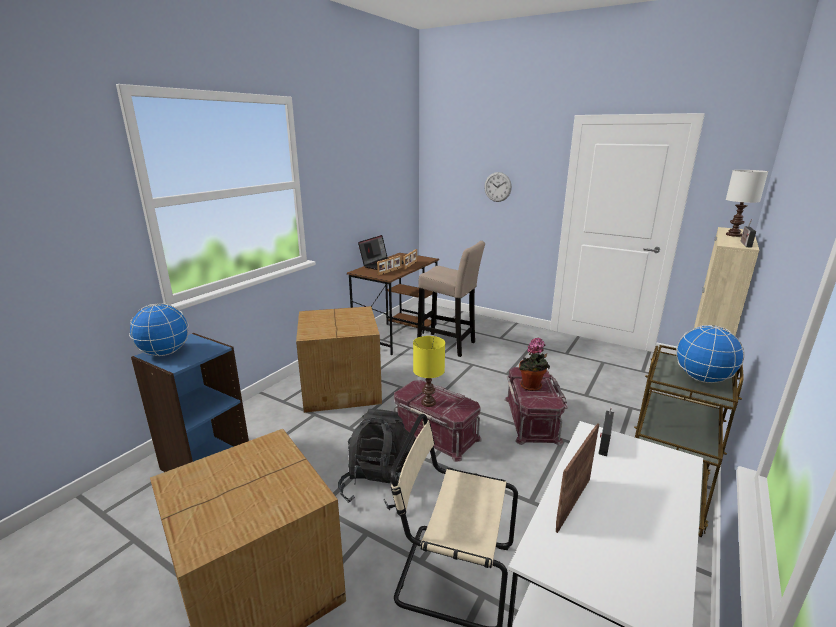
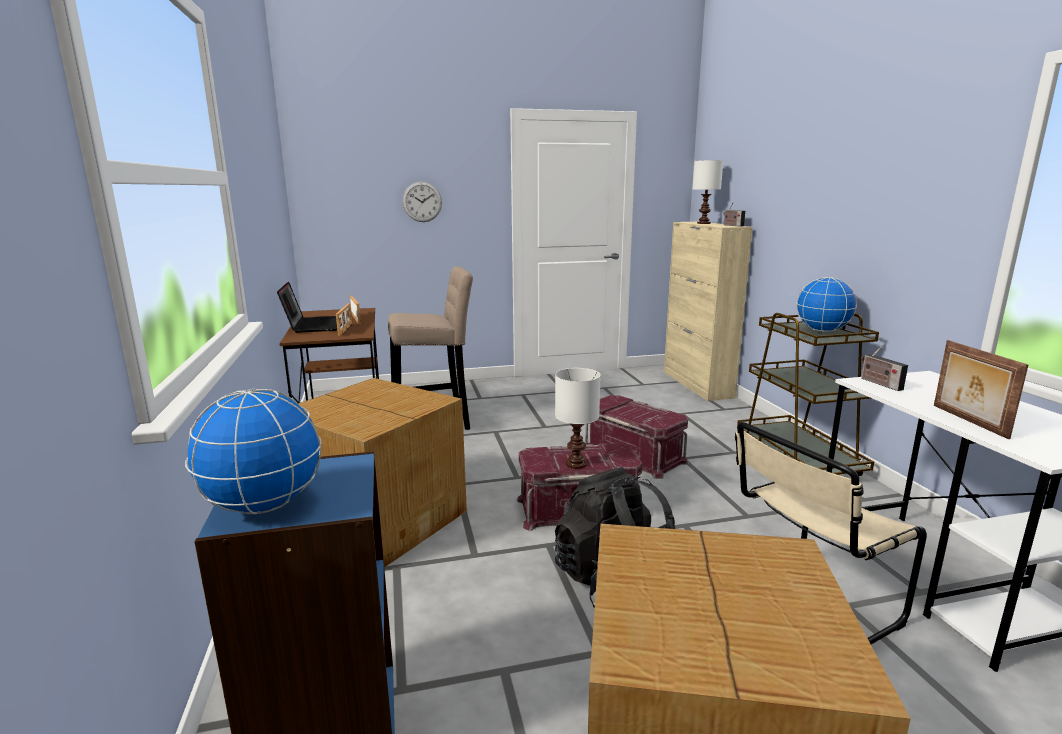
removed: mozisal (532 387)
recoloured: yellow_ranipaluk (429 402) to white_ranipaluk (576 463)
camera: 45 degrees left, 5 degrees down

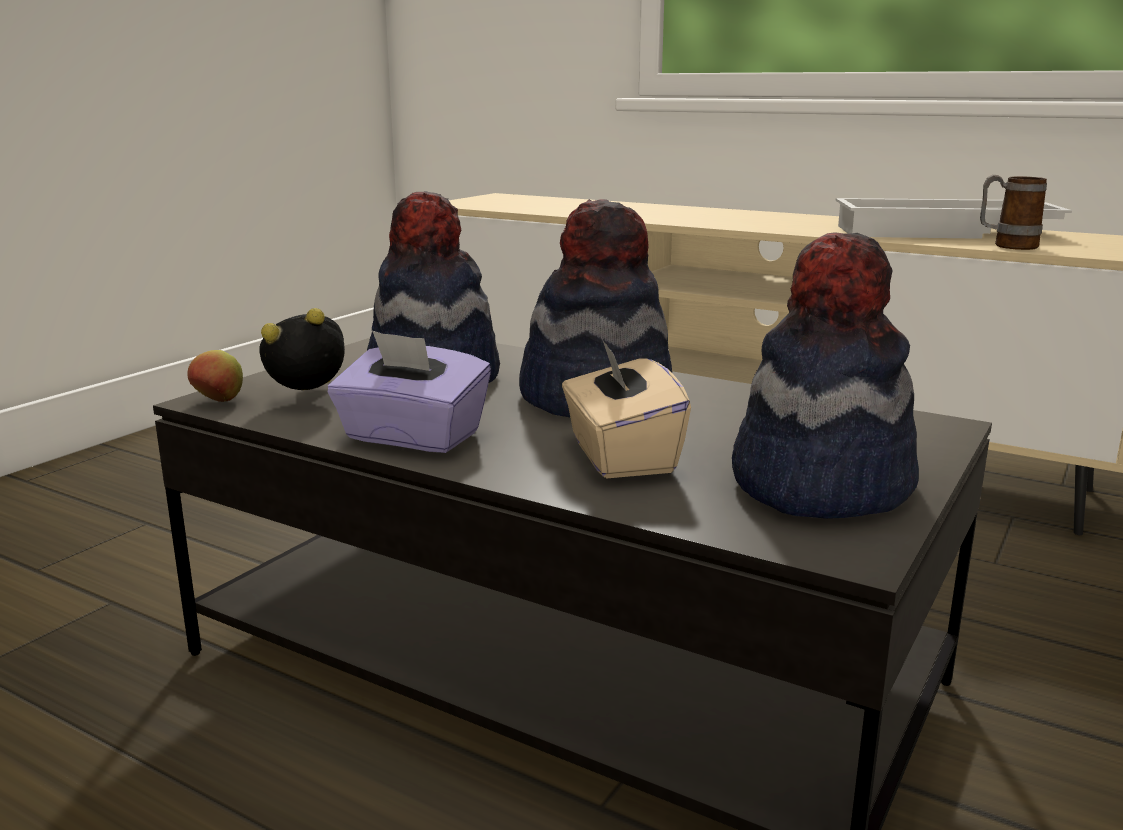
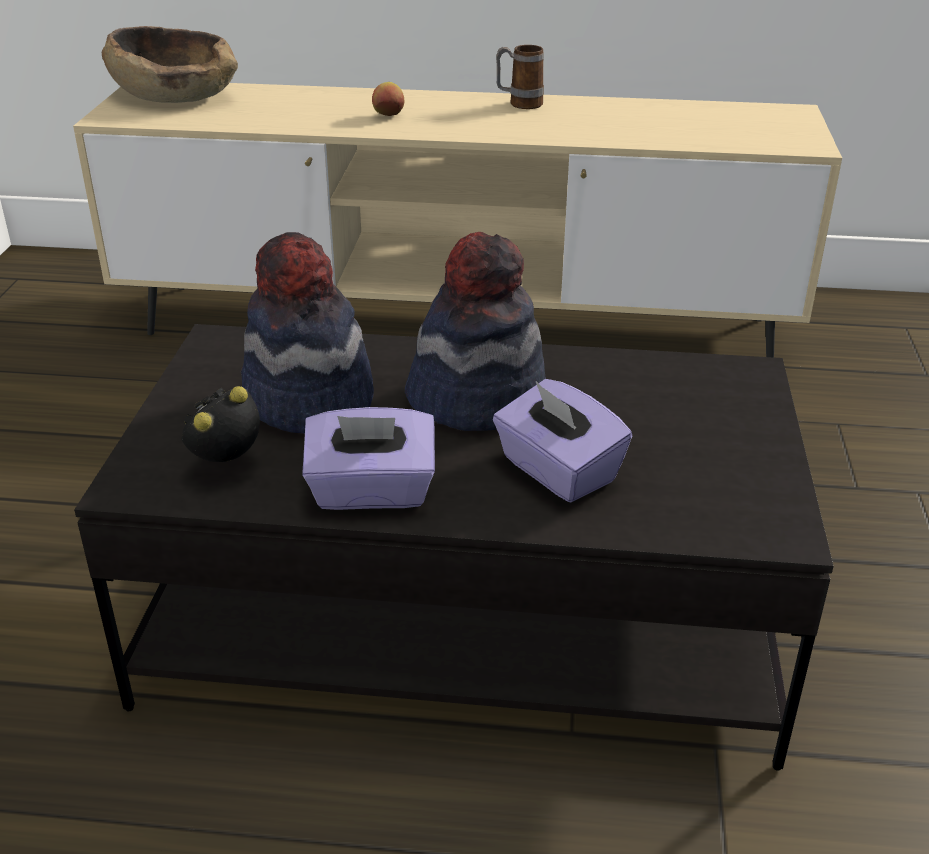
removed: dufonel (819 483); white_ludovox (942 233)
added: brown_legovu (175 95)
moved: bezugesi (219 401) to (389 116); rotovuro (1006 246) to (519 104)
recoloured: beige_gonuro (620 456) to purple_gonuro (557 471)
camera: 25 degrees left, 15 degrees up

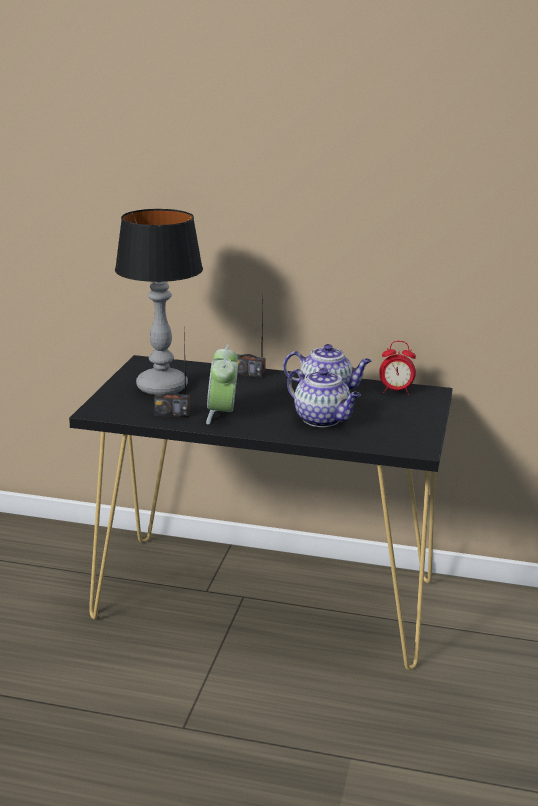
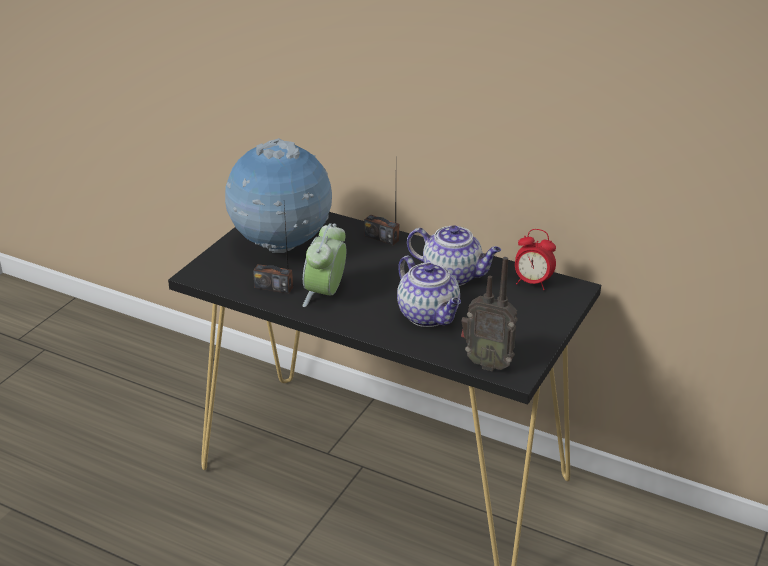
added: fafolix (487 363)
replaced: ranipaluk (162 387) to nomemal (281 247)
camera: 15 degrees right, 10 degrees up

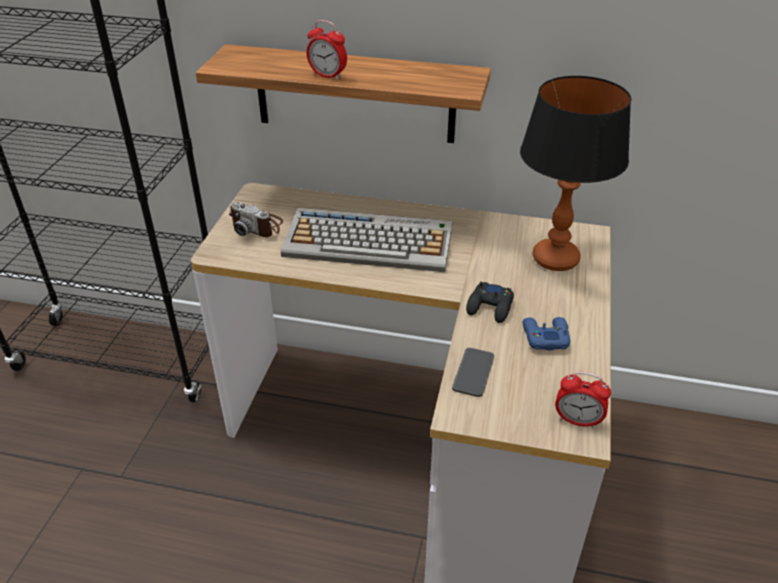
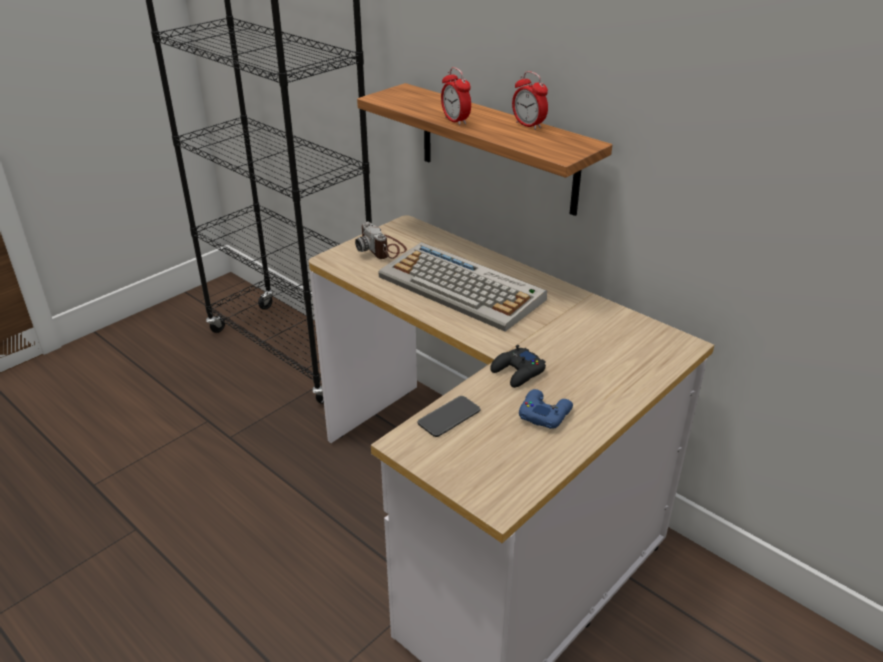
removed: ranipaluk (554 259)
moved: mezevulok (577 420) to (528 125)
camera: 30 degrees right, 5 degrees down

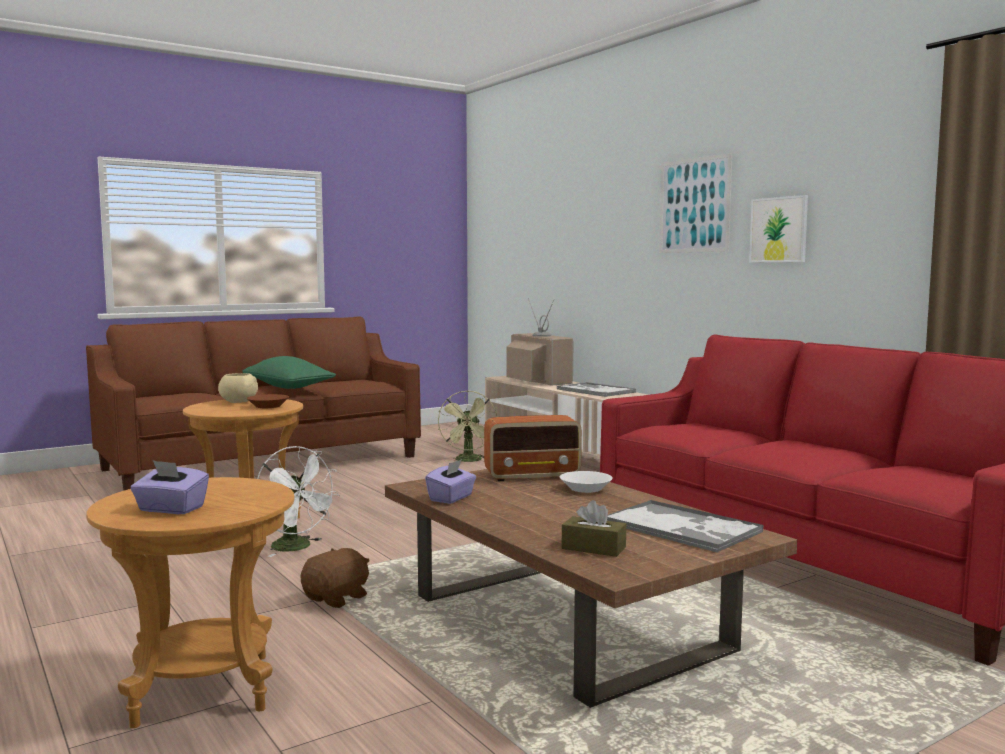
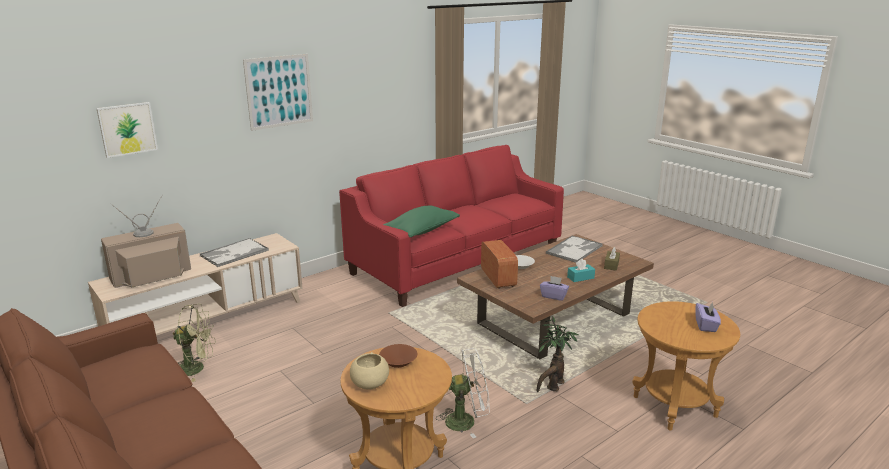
added: turquoise_gonuro (580 277)
moved: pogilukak (778 230) to (127 129); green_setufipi (288 387) to (421 231)
replaced: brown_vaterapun (337 598) to mozisal (552 386)
turned: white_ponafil (297 548) = (466 421) 45 degrees clockwise
camera: 95 degrees left, 15 degrees up

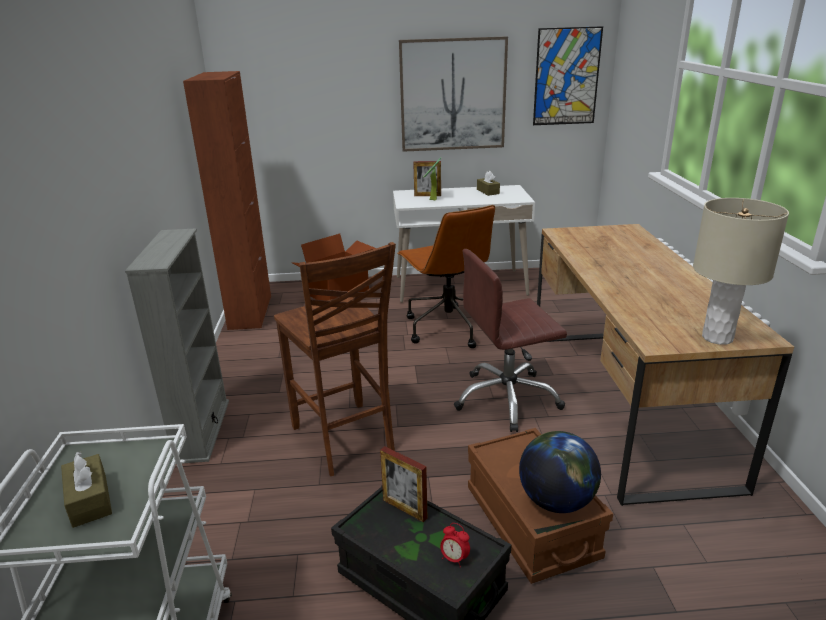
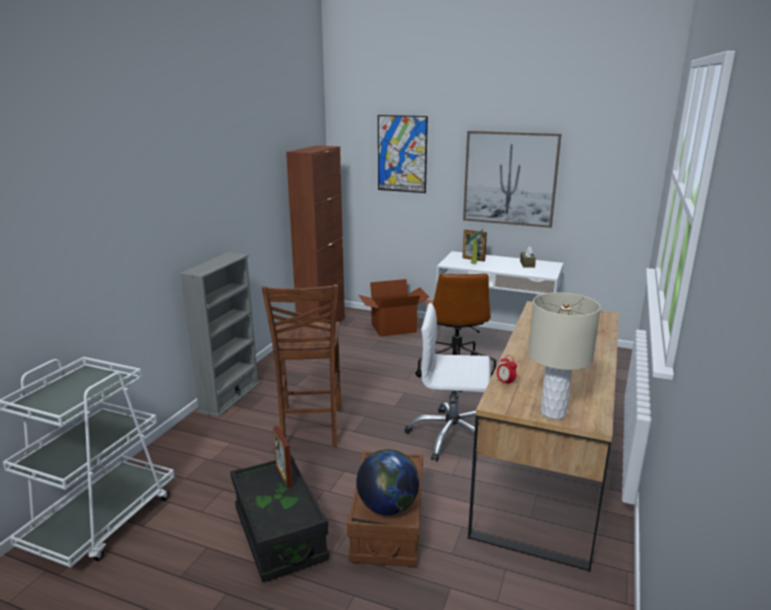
removed: brown_gonuro (89 500)
moved: pogilukak (566 77) to (402 154); mezevulok (454 559) to (505 383)
recoloured: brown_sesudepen (507 399) to white_sesudepen (451 436)
camera: 25 degrees right, 5 degrees down

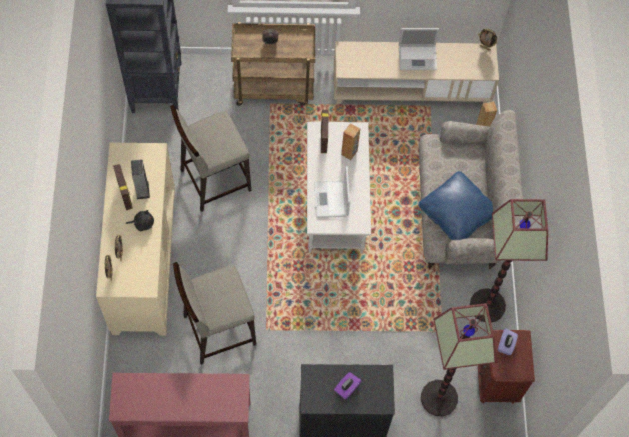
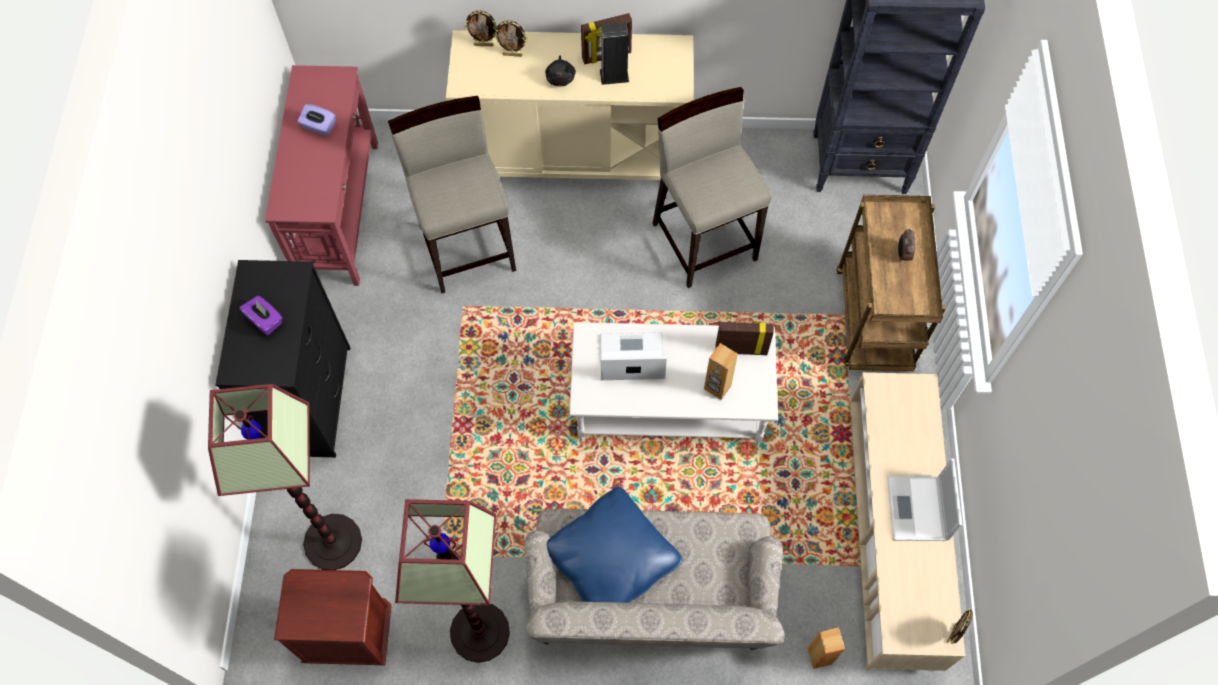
moved: purple_gonuro (506 345) to (319 127)
camera: 95 degrees right, 0 degrees up

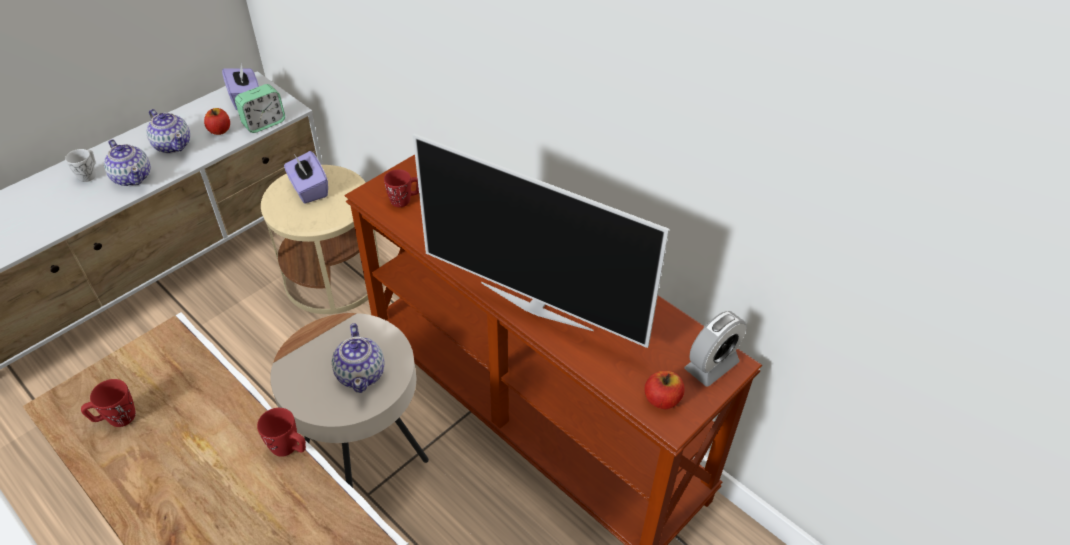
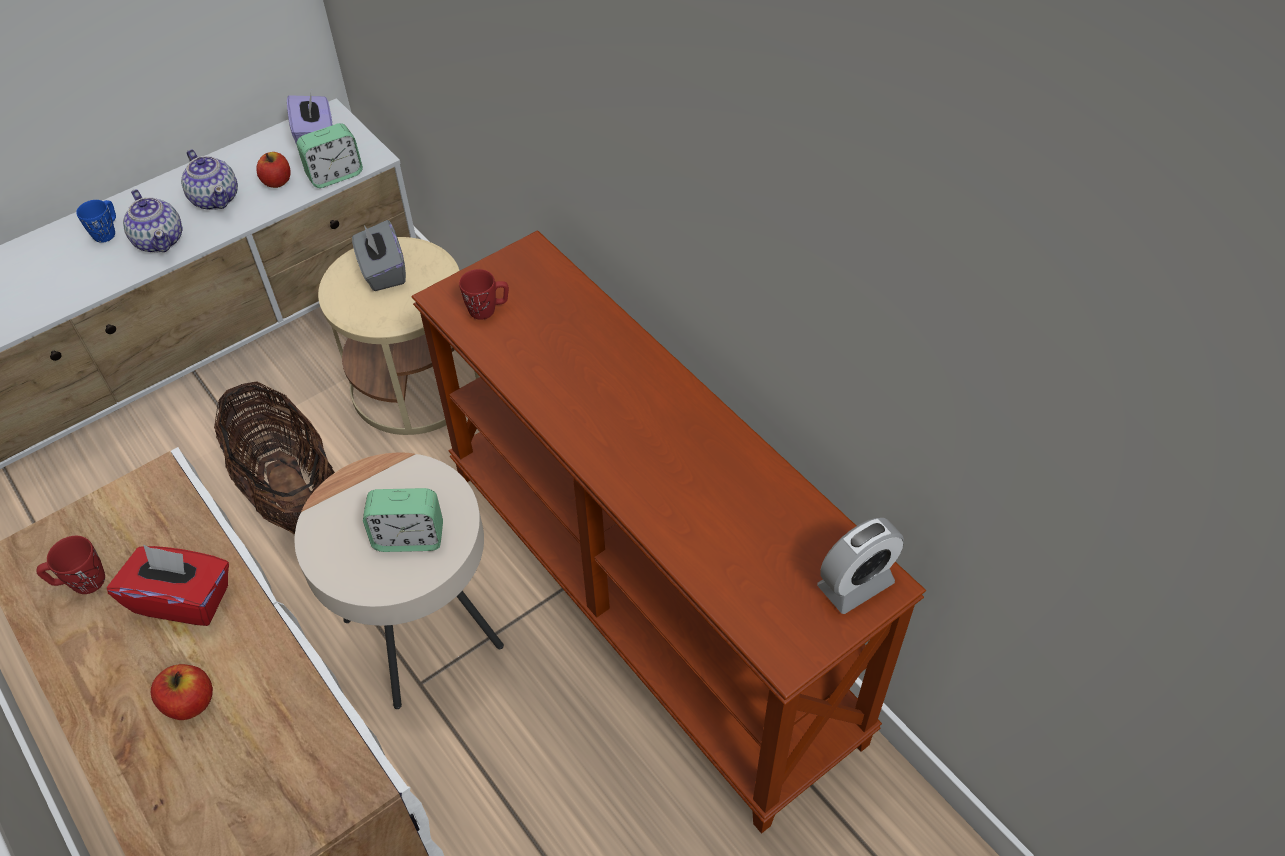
removed: red_rotovuro (289 448); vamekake (537 305)
added: red_gonuro (183 599); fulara (290 492)
moved: bezugesi (662 399) to (190 703)
replaced: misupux (361 373) to mezevulok (409 538)
recoloured: white_rotovuro (89 174) to blue_rotovuro (107 232); purple_gonuro (309 189) to grey_gonuro (383 271)
camera: 10 degrees right, 5 degrees up

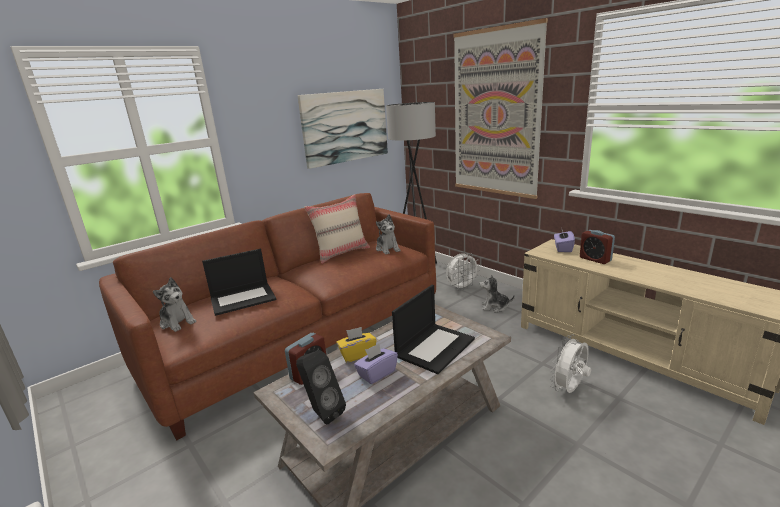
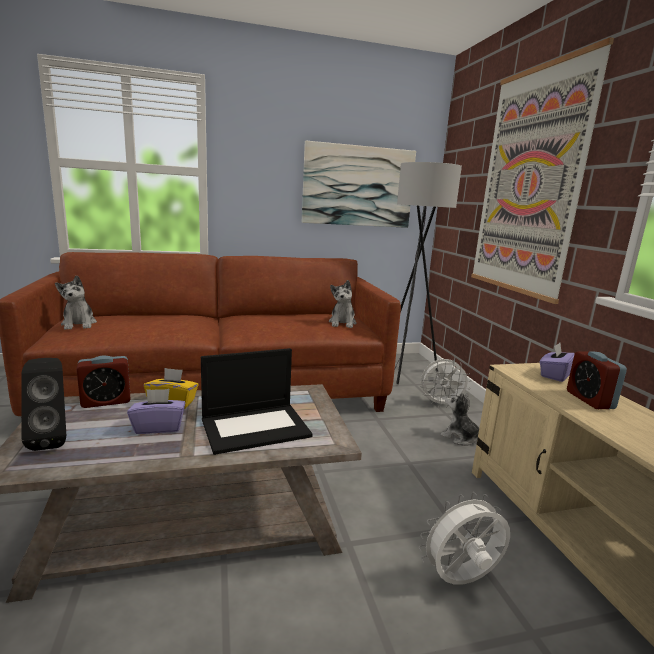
removed: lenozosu (243 298); beige_setufipi (341 253)
camera: 25 degrees right, 5 degrees down

